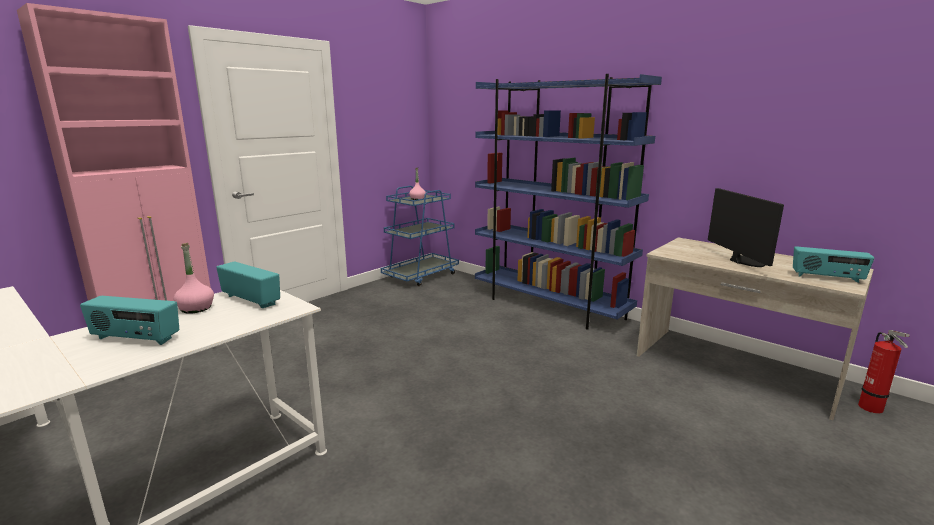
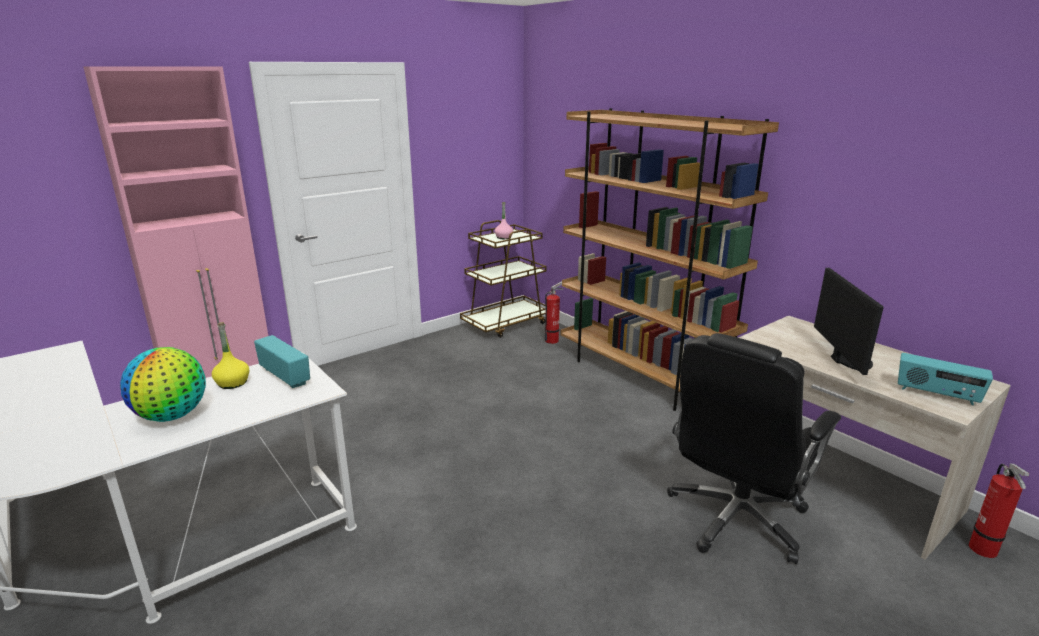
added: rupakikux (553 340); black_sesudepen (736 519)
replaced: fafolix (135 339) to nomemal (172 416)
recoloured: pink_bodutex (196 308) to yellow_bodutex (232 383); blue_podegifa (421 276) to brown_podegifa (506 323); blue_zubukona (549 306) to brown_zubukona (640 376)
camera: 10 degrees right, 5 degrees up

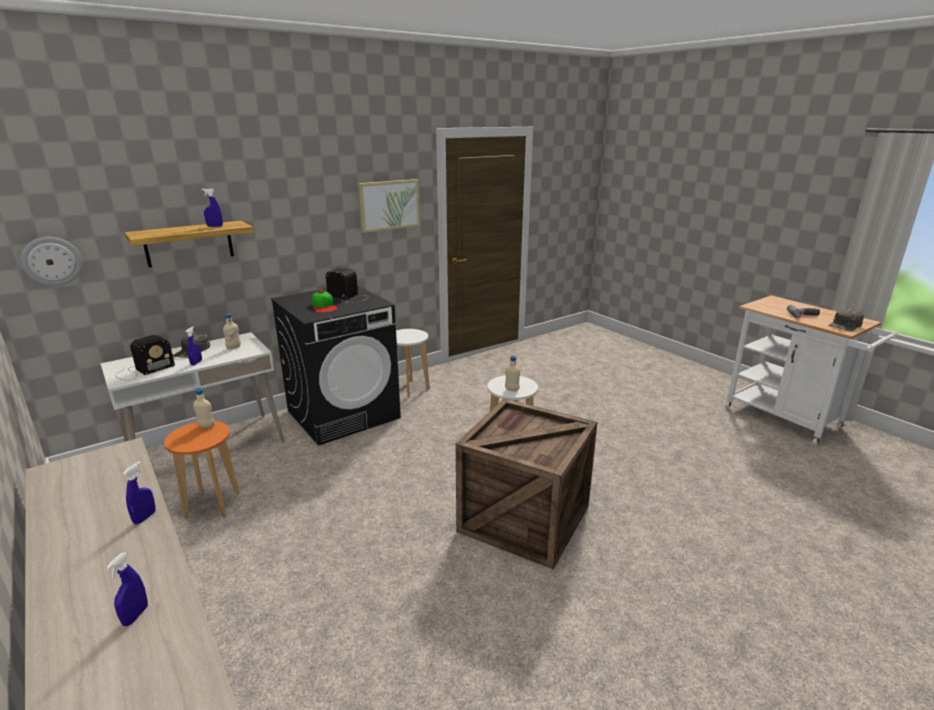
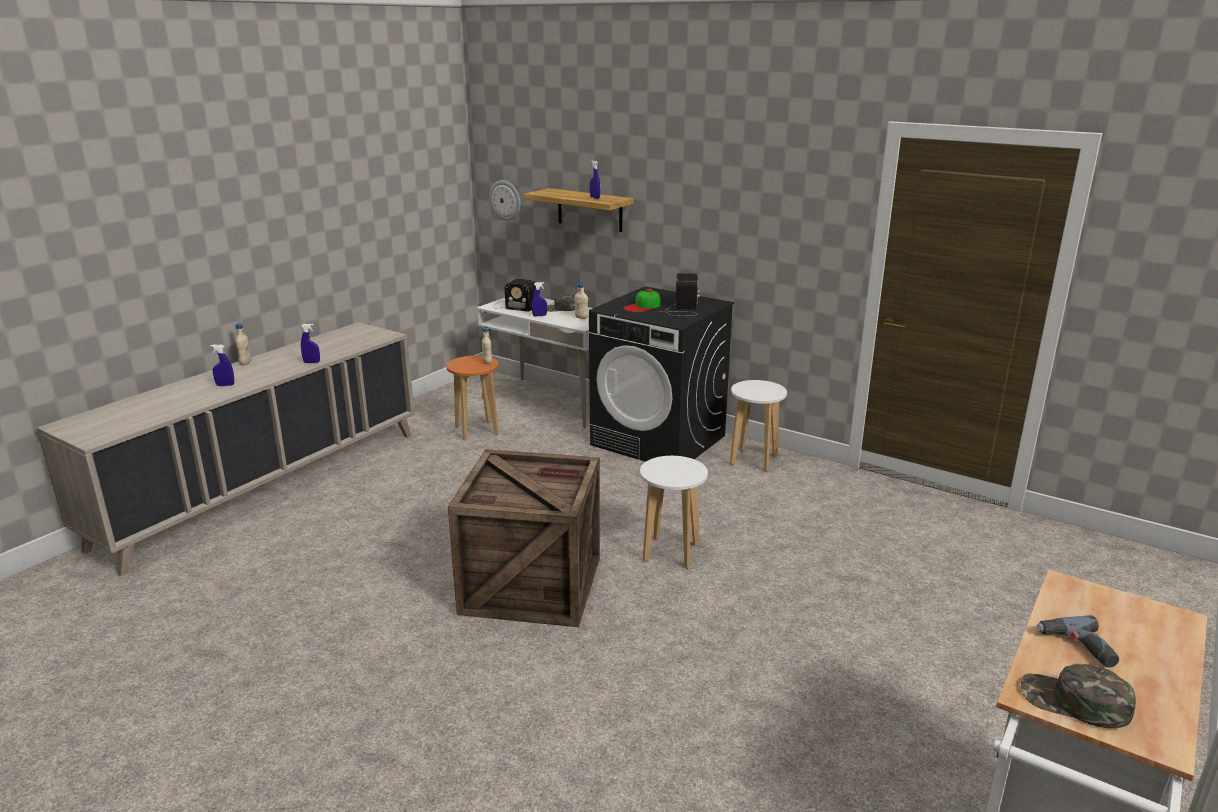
removed: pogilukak (389 205)
moved: beige_bodutex (512 390) to (245 363)
camera: 70 degrees right, 0 degrees up

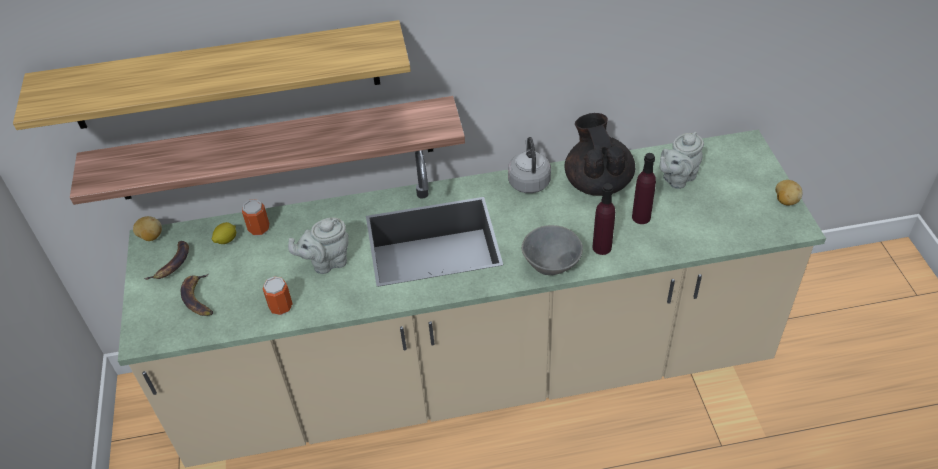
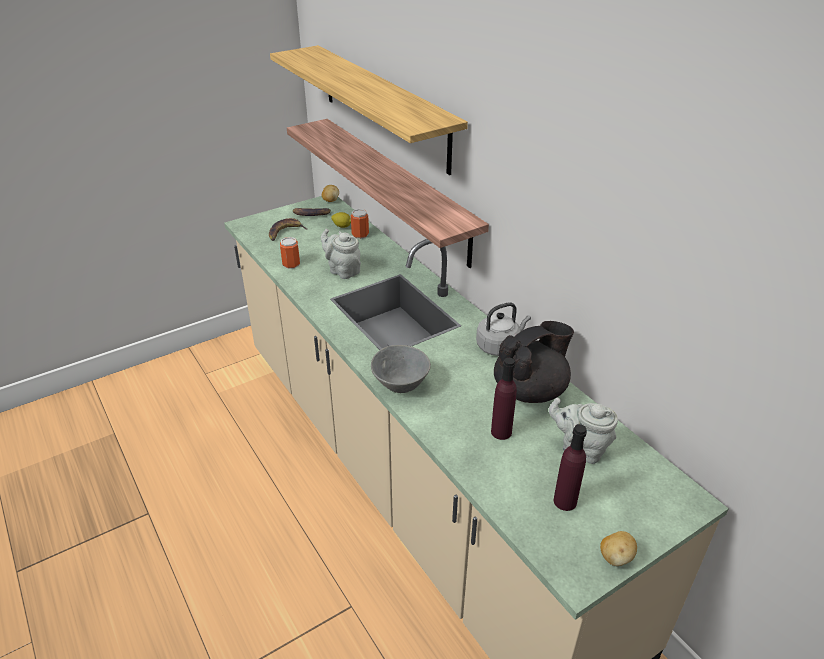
moved: purple_bodutex (602 247) to (565 501)
camera: 65 degrees right, 10 degrees down

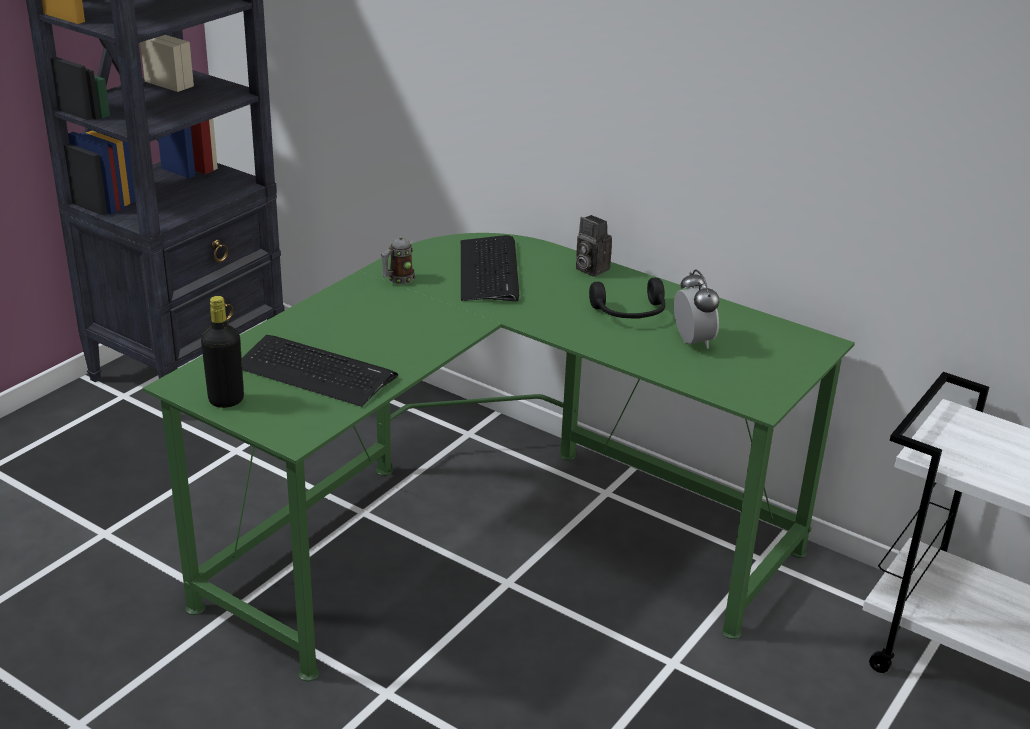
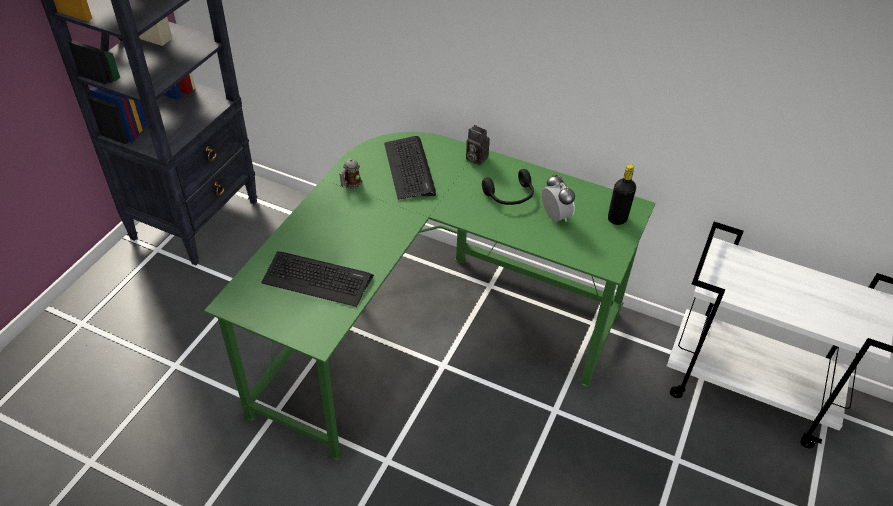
moved: black_bodutex (226 400) to (617 219)
camera: 10 degrees left, 15 degrees up

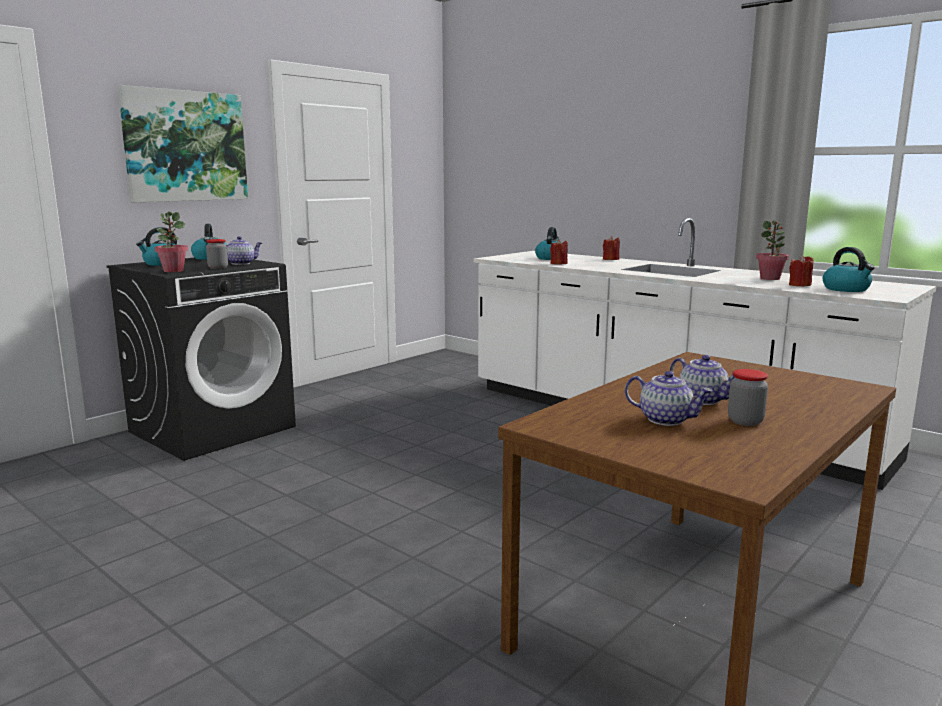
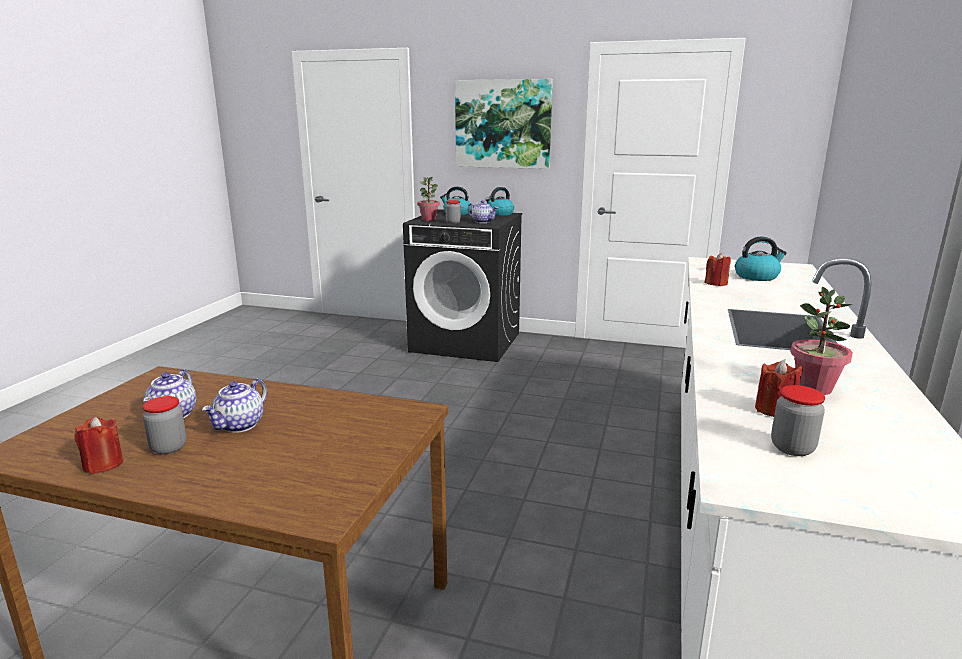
moved: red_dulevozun (610 259) to (103 464)
replaced: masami (846 289) to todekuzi (792 448)
camera: 65 degrees right, 5 degrees up

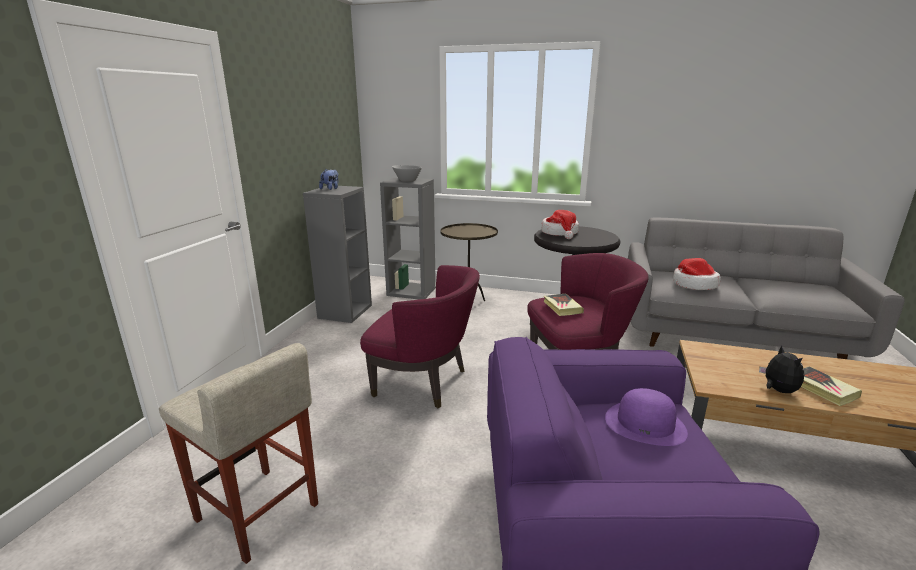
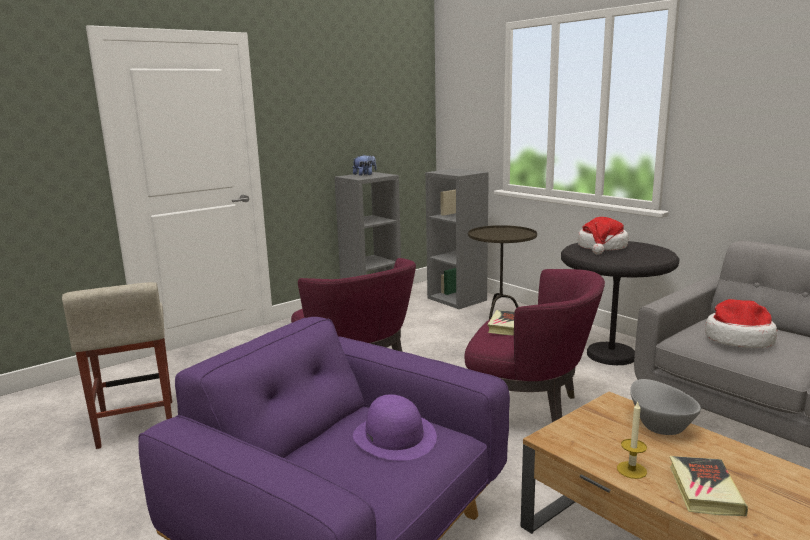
moved: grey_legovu (406 180) to (659 424)
replaced: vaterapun (777 390) to dulevozun (631 470)
camera: 35 degrees right, 5 degrees down

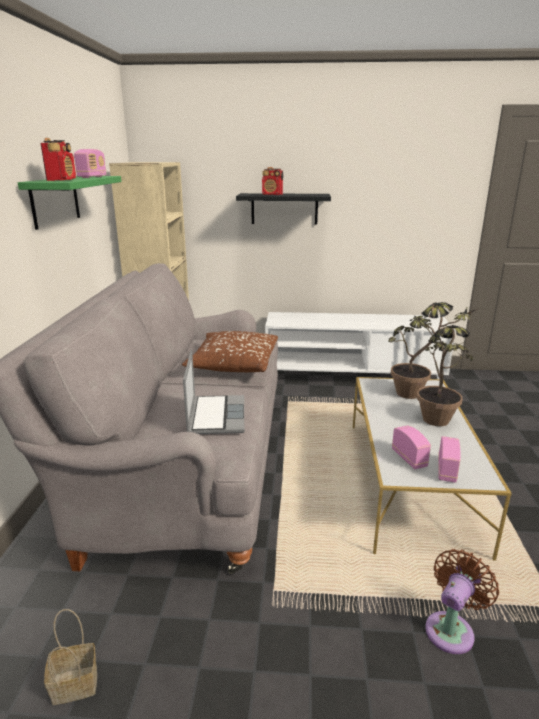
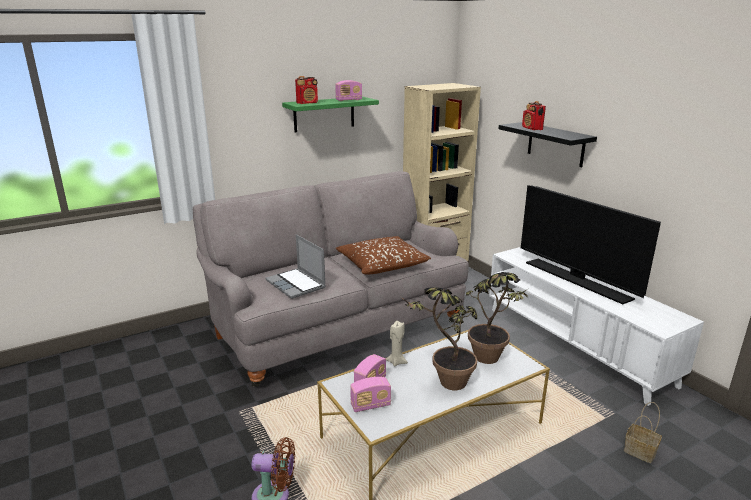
added: beige_dulevozun (396 362); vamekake (577 280)
moved: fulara (73 686) to (638 451)
turned: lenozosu (215 415) = (296 284) 90 degrees clockwise
camera: 55 degrees right, 0 degrees up

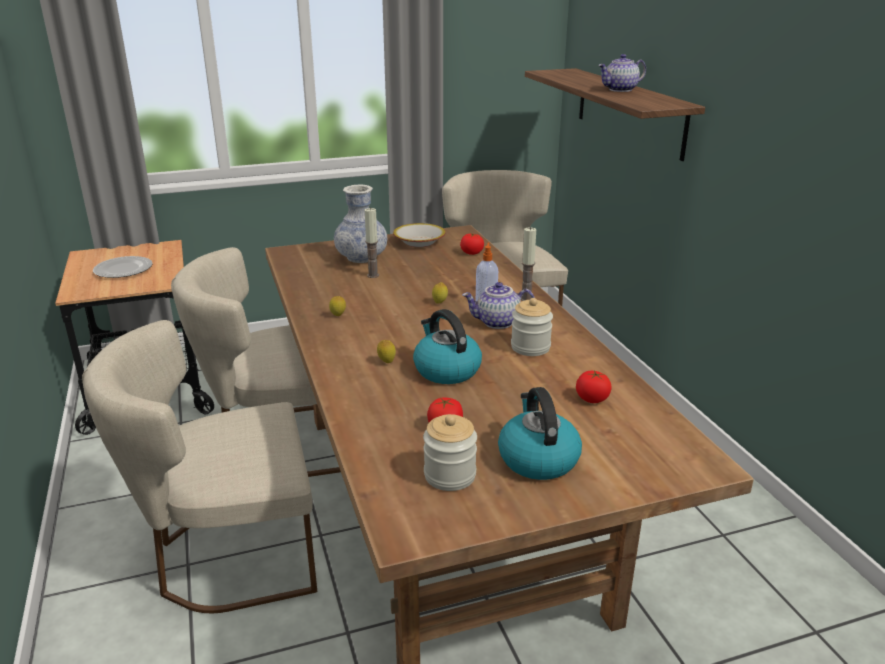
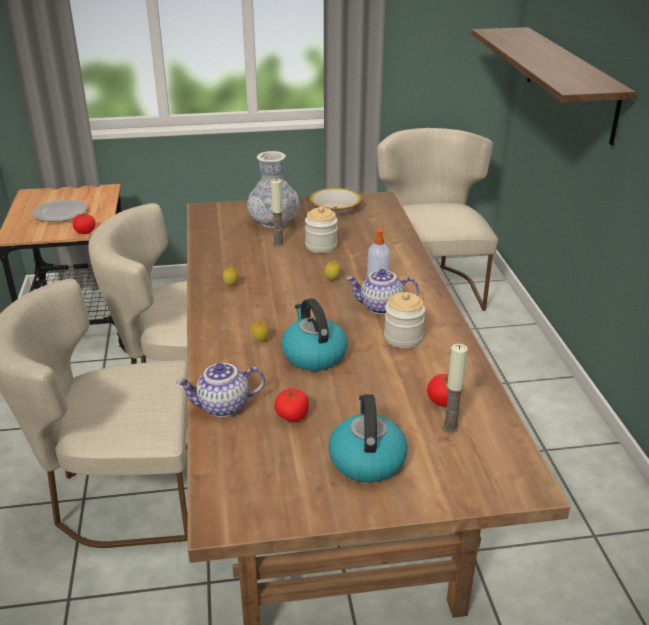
moved: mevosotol (472 253) to (85 232); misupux (620 90) to (223 407); todekuzi (450 475) to (321 246); dulevozun (526 299) to (450 427)
camera: 10 degrees right, 5 degrees up

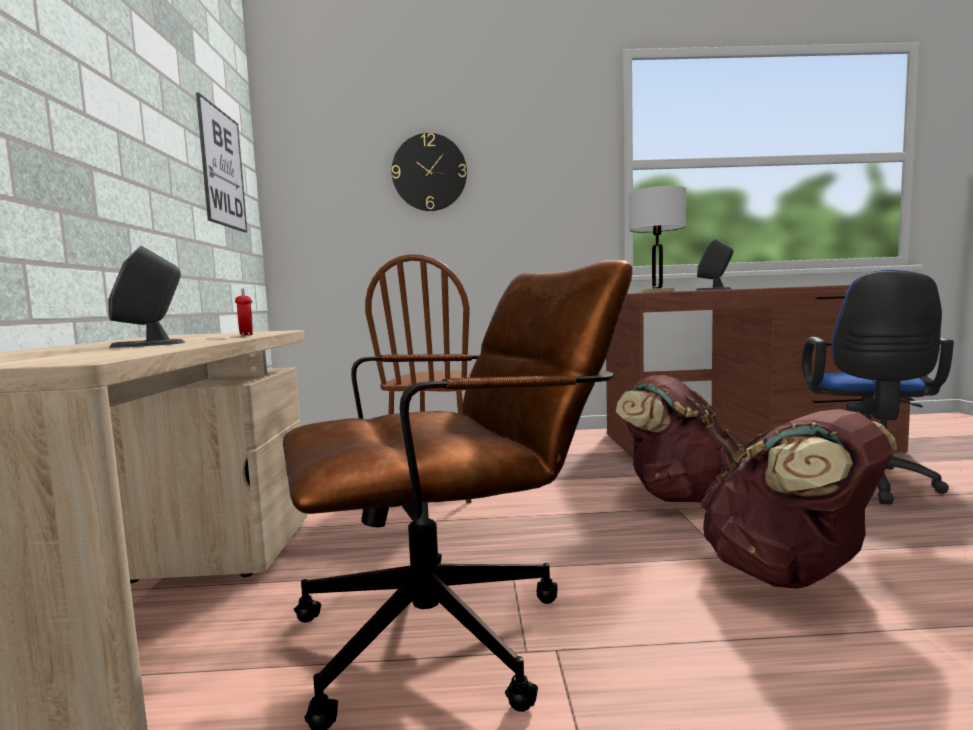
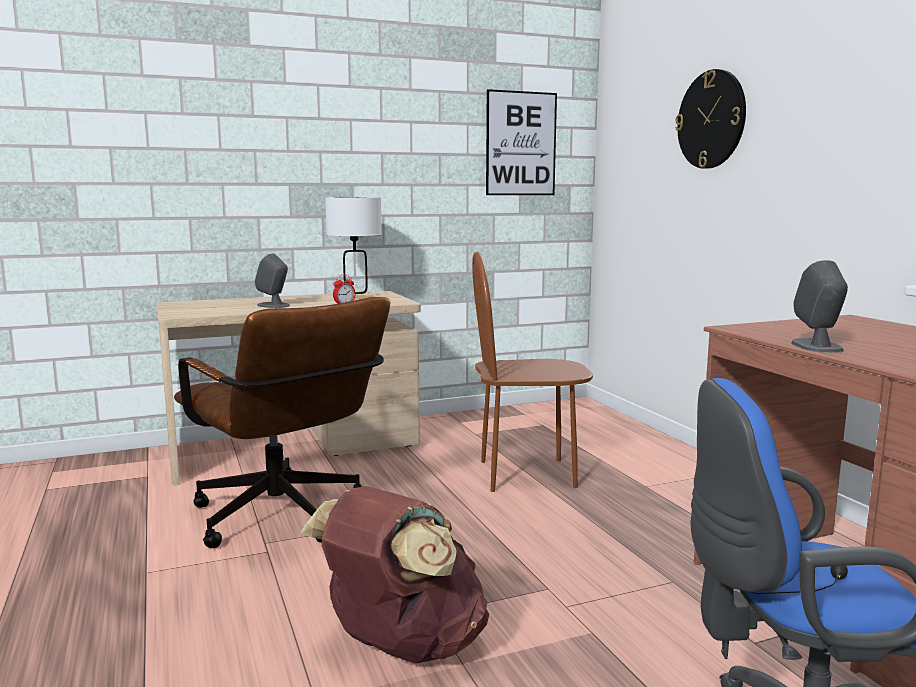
removed: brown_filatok (677 495)
moved: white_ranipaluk (657 292) to (356 297)
camera: 70 degrees right, 5 degrees up

